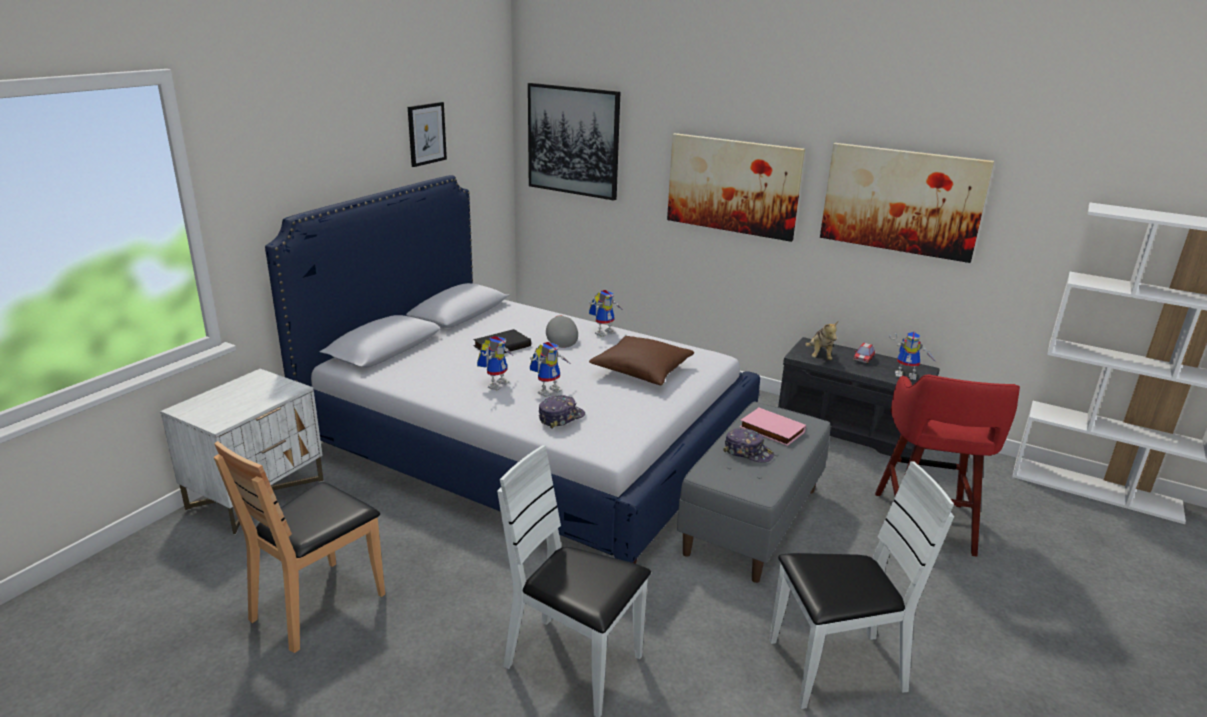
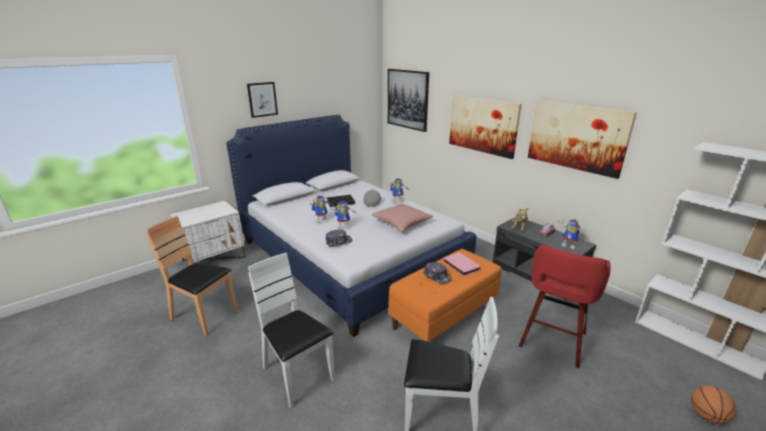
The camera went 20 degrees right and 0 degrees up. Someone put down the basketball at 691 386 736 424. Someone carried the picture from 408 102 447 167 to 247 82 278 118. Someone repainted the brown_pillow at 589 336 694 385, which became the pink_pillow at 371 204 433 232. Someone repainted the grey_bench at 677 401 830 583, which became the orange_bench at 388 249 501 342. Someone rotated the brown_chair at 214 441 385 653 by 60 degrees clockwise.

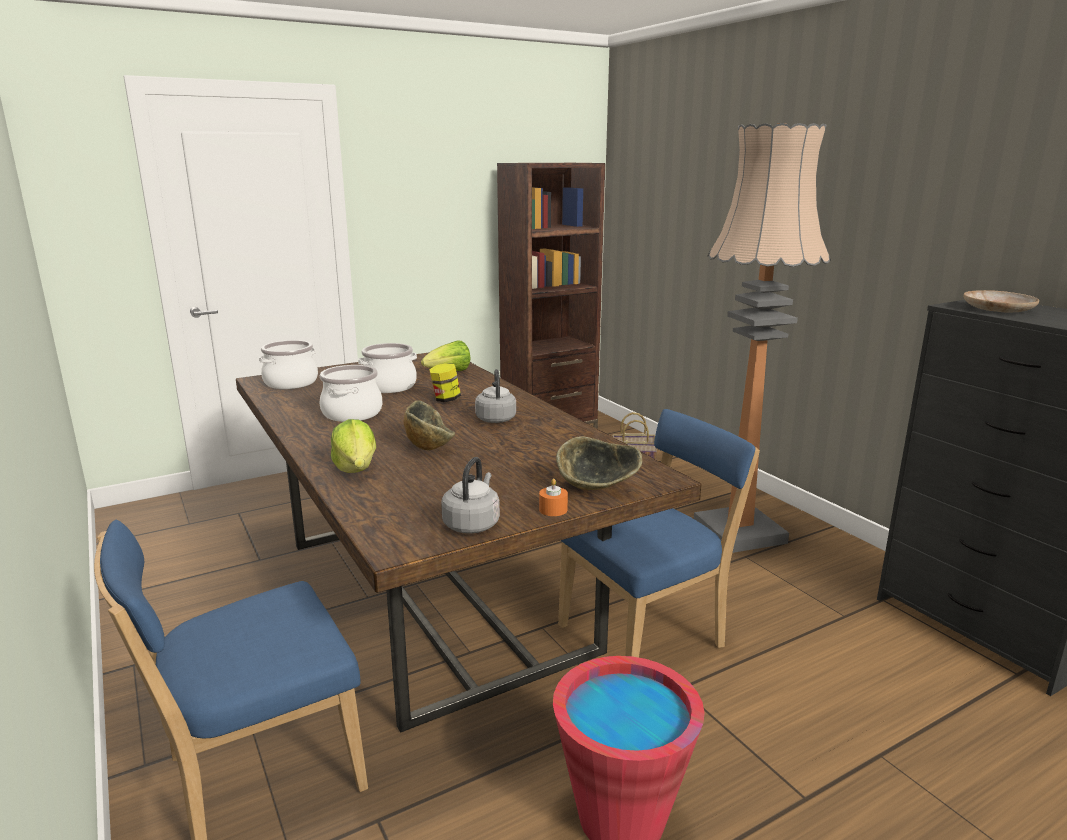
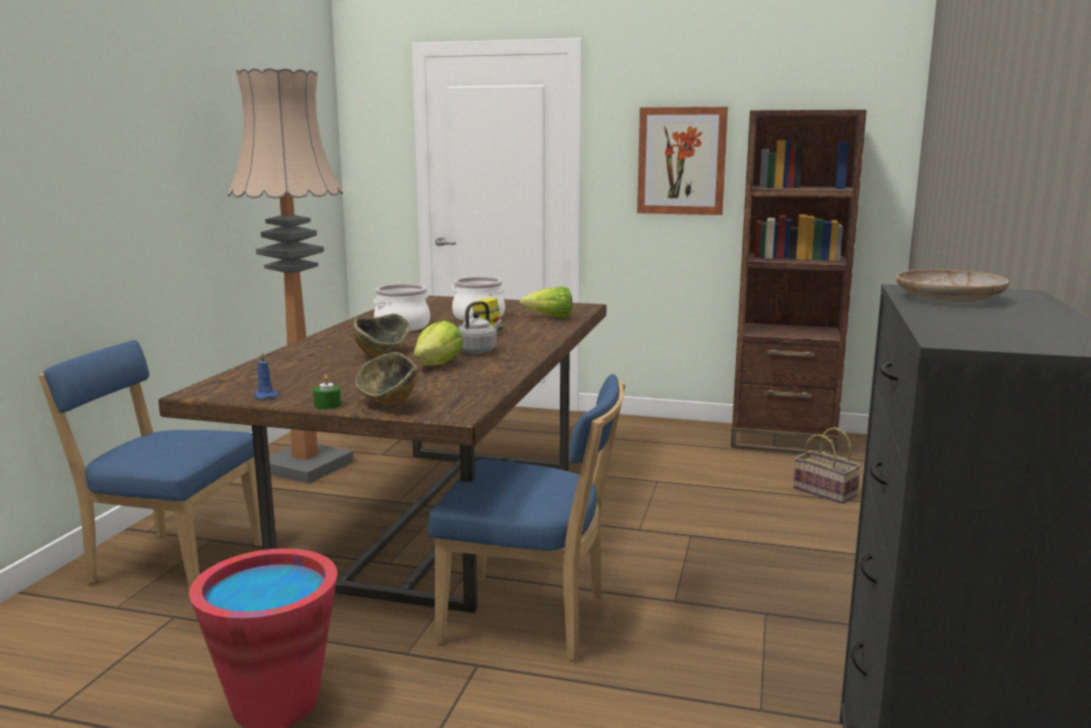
The camera went 45 degrees right and 5 degrees down. Someone took away the cooking_pot at 259 340 318 389. Someone put up the picture at 637 107 728 215. Someone carried the lettuce from 331 419 376 473 to 414 321 463 366. Someone carried the floor_lamp from 694 123 831 553 to 227 68 354 484. Someone swapped the grey_kettle at 441 457 500 534 for the blue_candle at 254 352 279 399. Someone repainted the orange_candle at 539 479 568 516, which became the green_candle at 313 375 341 409.

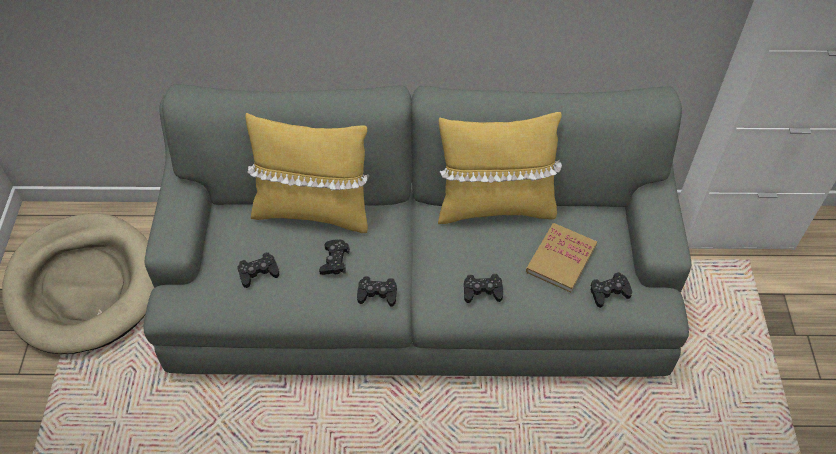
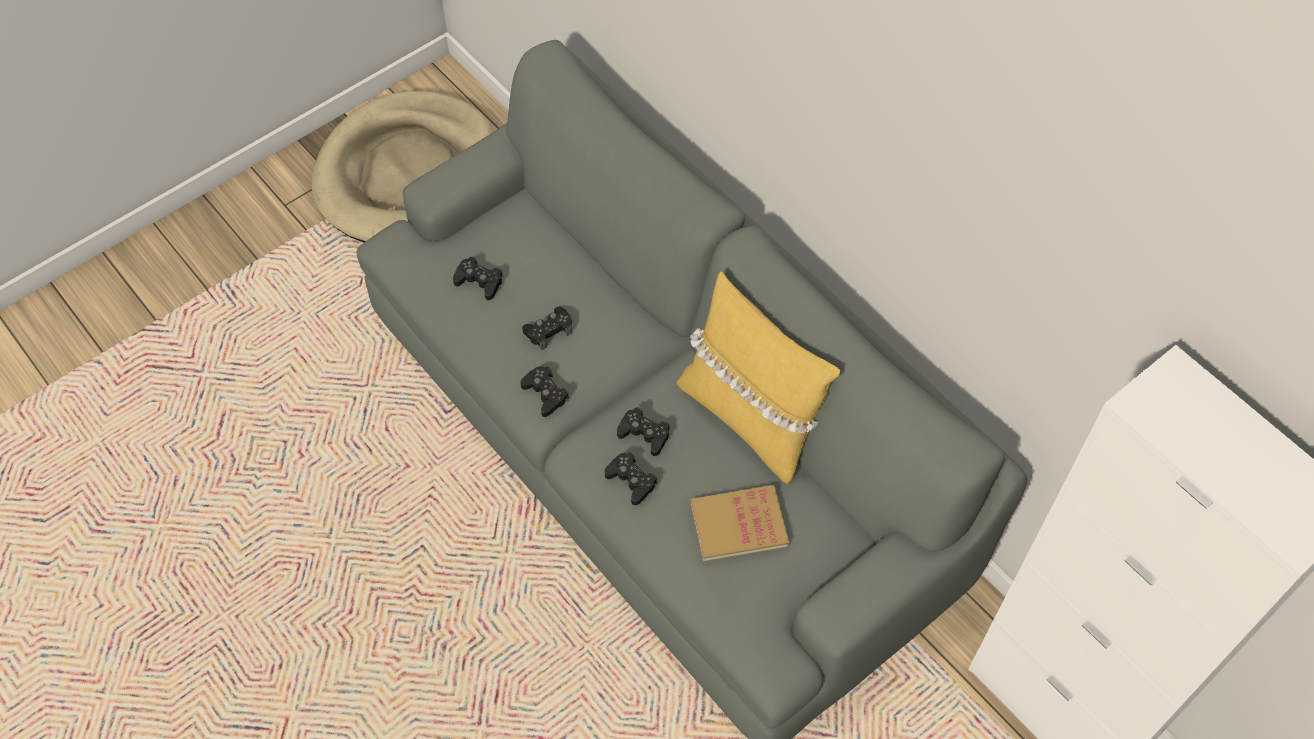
The camera went 50 degrees right and 5 degrees up. Someone took away the yellow_pillow at 245 113 369 233. Someone carried the black_game_controller from 591 272 632 308 to 617 407 670 456.

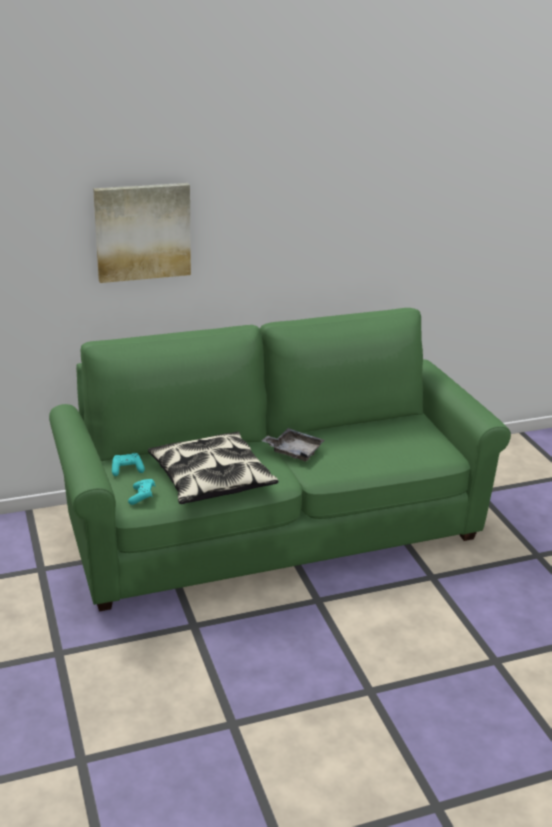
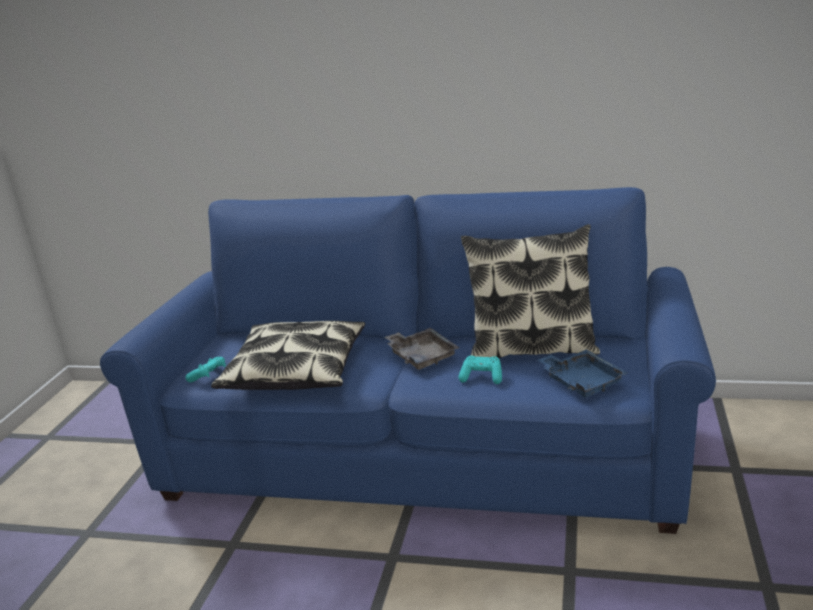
The camera went 35 degrees right and 5 degrees down. Someone took away the picture at 93 183 191 283. Someone put down the pillow at 461 224 600 358. Someone put down the blue_tray at 538 349 628 398. Someone carried the turquoise_game_controller from 112 453 145 476 to 459 355 502 384. Someone repainted the green_sofa at 49 308 511 612, which became the blue_sofa at 100 187 716 534.

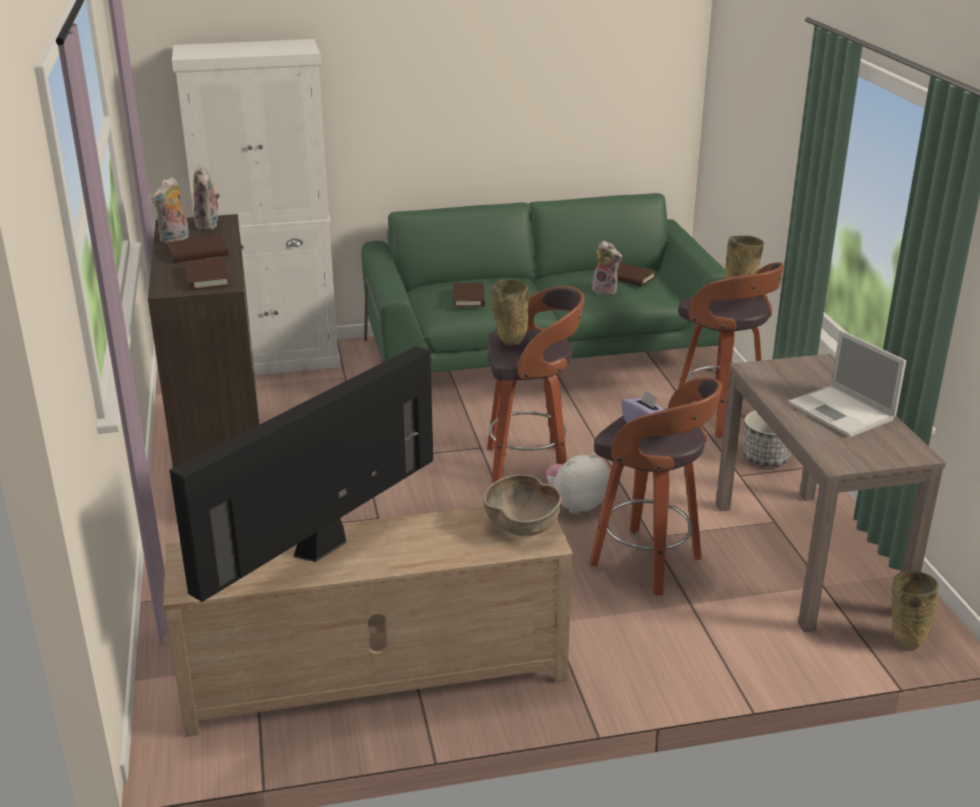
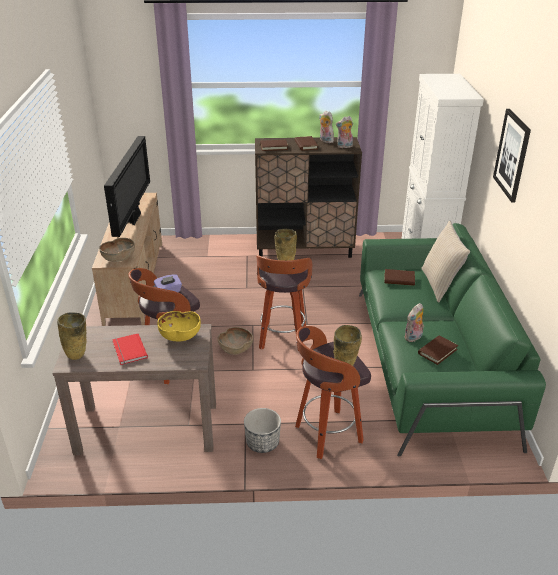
The camera went 100 degrees right and 5 degrees up. Someone put down the yellow_bowl at 157 311 201 342. Someone put down the beige_pillow at 421 221 470 303. Someone put up the picture at 493 109 531 203. Someone carried the beige_vase from 892 571 939 650 to 57 312 87 360. Someone swapped the plush_toy at 546 453 609 514 for the brown_bowl at 218 327 253 355. Someone swapped the laptop at 788 330 906 437 for the red_book at 112 334 148 365. Someone rotated the television at 170 346 433 602 by 45 degrees clockwise.

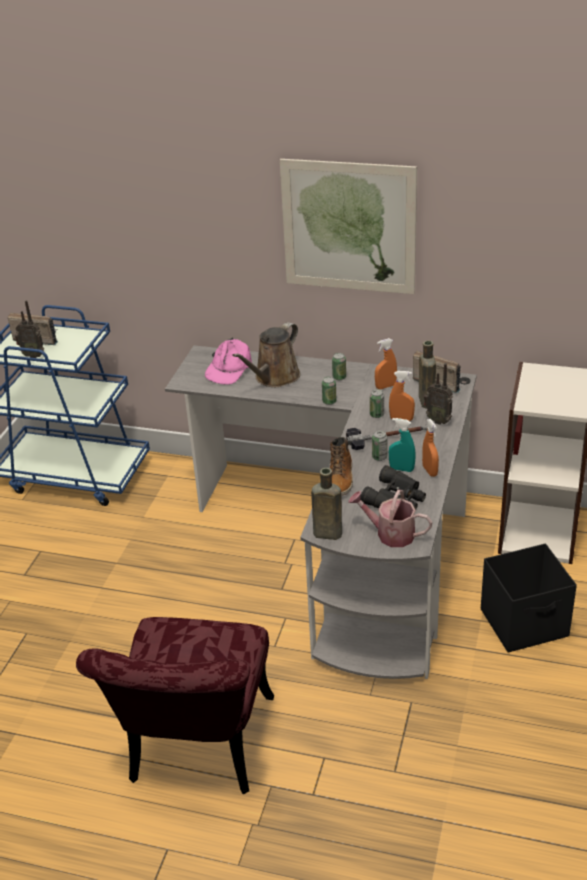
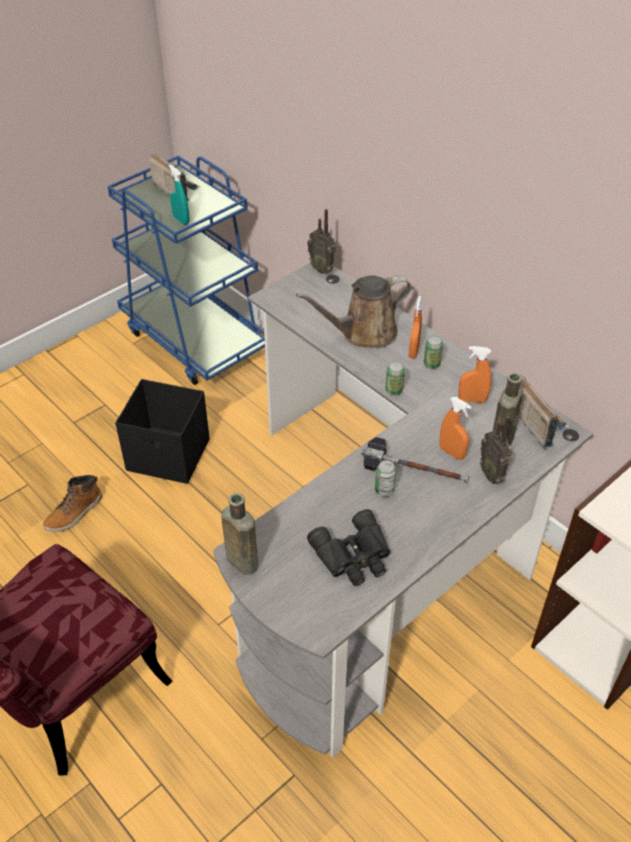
The camera went 30 degrees right and 10 degrees up. Someone took away the pink_cap at 205 338 252 385. Someone took away the picture at 280 159 417 294. Someone took away the watering_can at 348 490 432 547. Someone took away the can at 370 389 384 418. Someone carried the radio from 15 300 44 358 to 307 209 336 274. Someone carried the boot from 330 437 353 496 to 43 475 102 532. Someone carried the turquoise_spray_bottle from 389 418 416 472 to 169 165 190 225. Someone carried the orange_spray_bottle from 422 419 439 477 to 409 296 422 358. Someone carried the black_storage_box from 481 544 577 653 to 115 379 210 484.

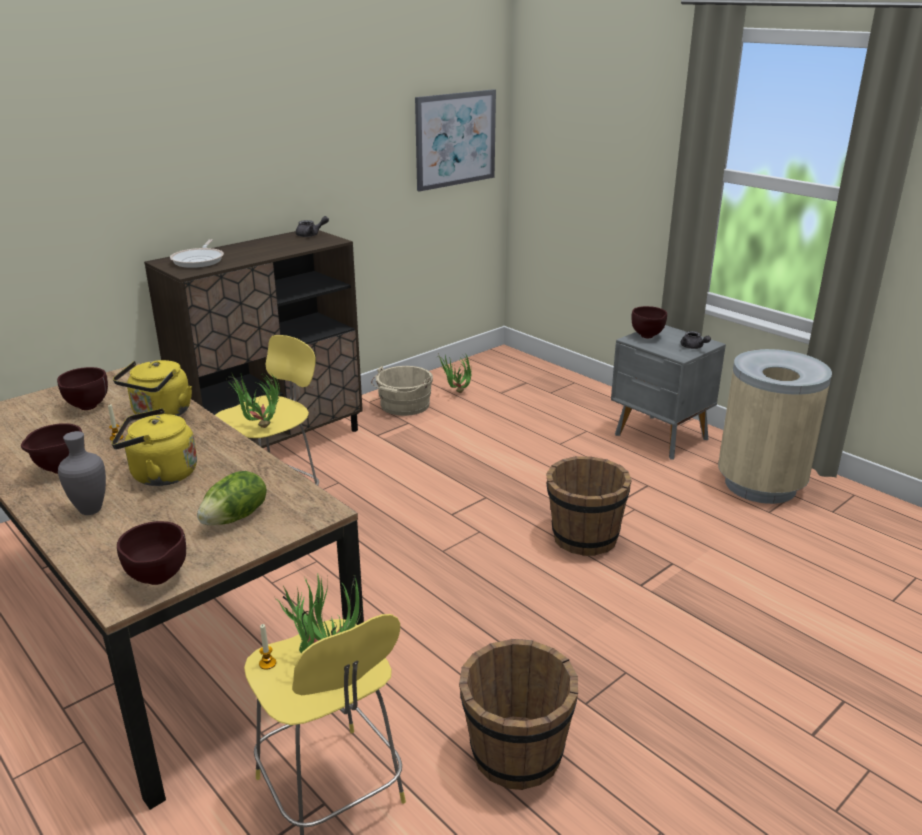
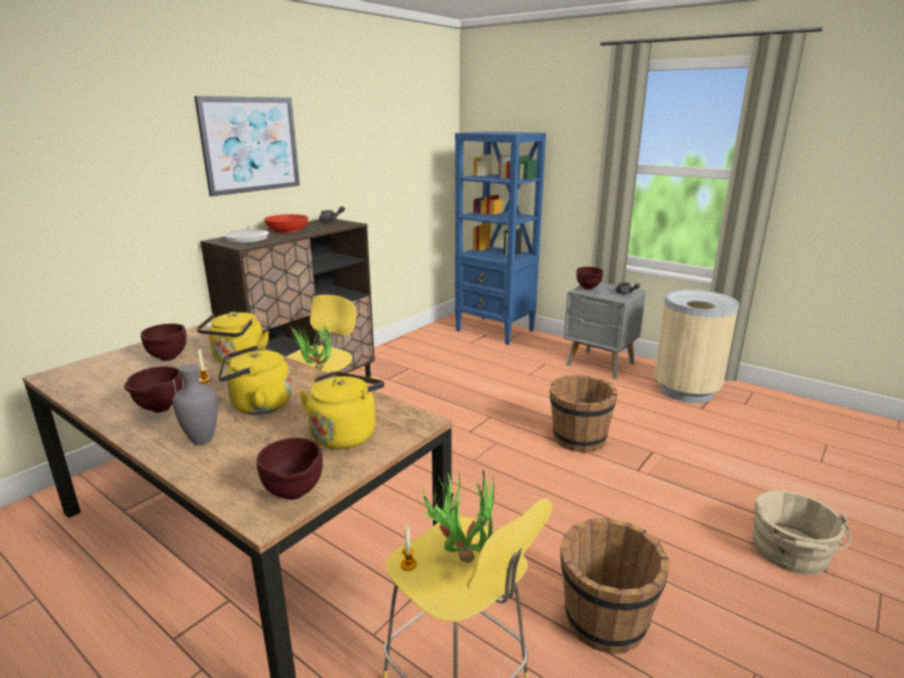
The camera went 10 degrees left and 5 degrees down. Someone took away the potted_plant at 437 353 472 393. Someone put down the red_bowl at 264 214 309 233. Someone put down the blue_bookcase at 455 131 546 345. Someone carried the beige_bucket from 371 366 433 416 to 753 490 851 574. Someone carried the picture from 415 89 496 192 to 194 96 300 197. Someone swapped the lettuce at 197 471 267 525 for the yellow_kettle at 299 371 384 449.

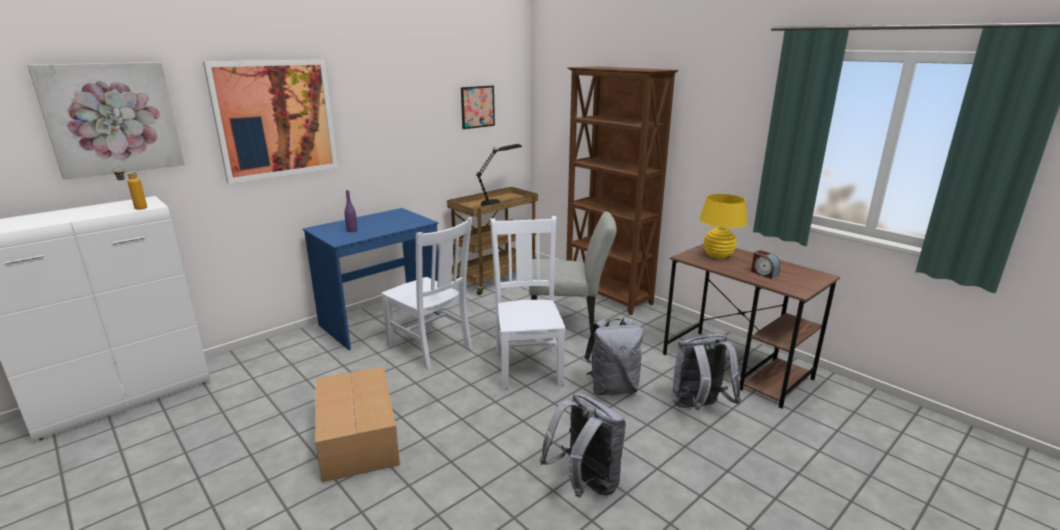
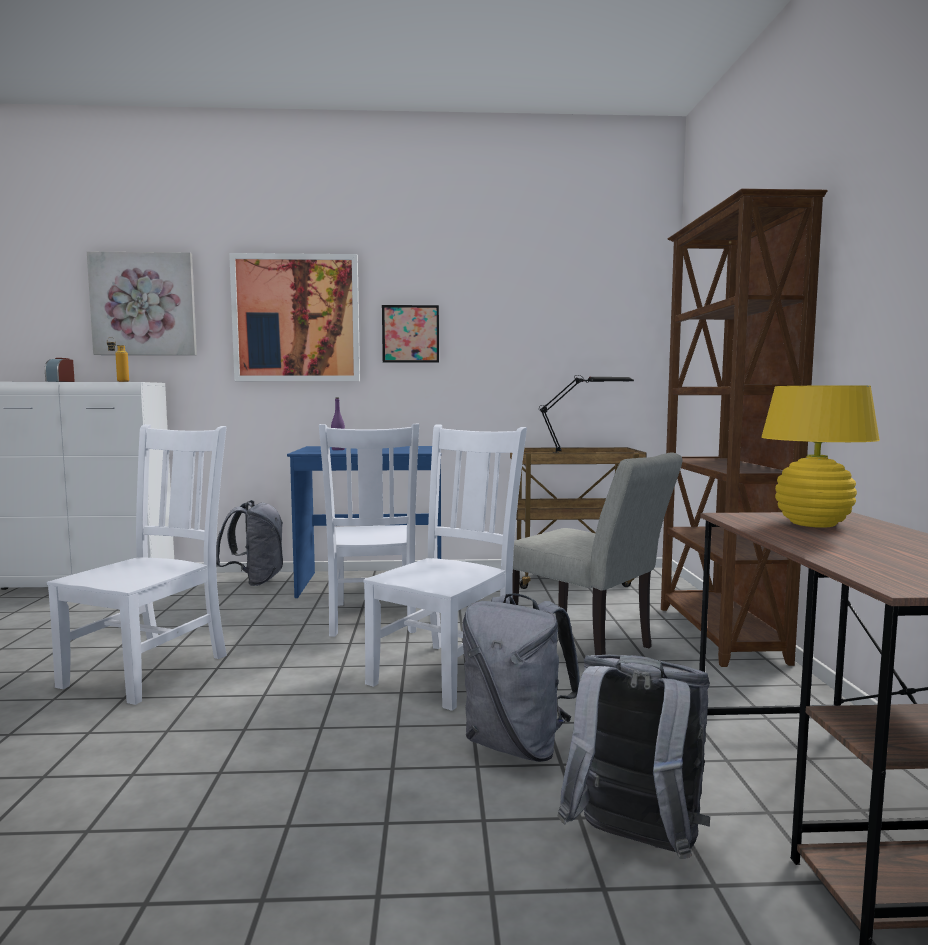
The camera went 40 degrees right and 15 degrees down. Someone carried the picture from 461 86 495 129 to 382 305 439 363. Someone carried the grey_backpack from 540 393 626 498 to 216 500 283 586. Someone carried the alarm_clock from 751 250 780 279 to 45 358 75 382. Someone swapped the cardboard_box at 315 367 400 483 for the white_chair at 47 424 227 705.

